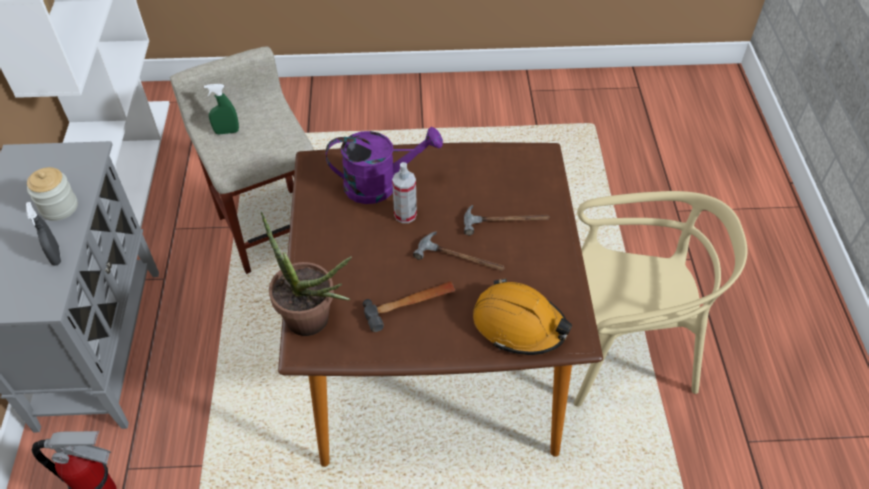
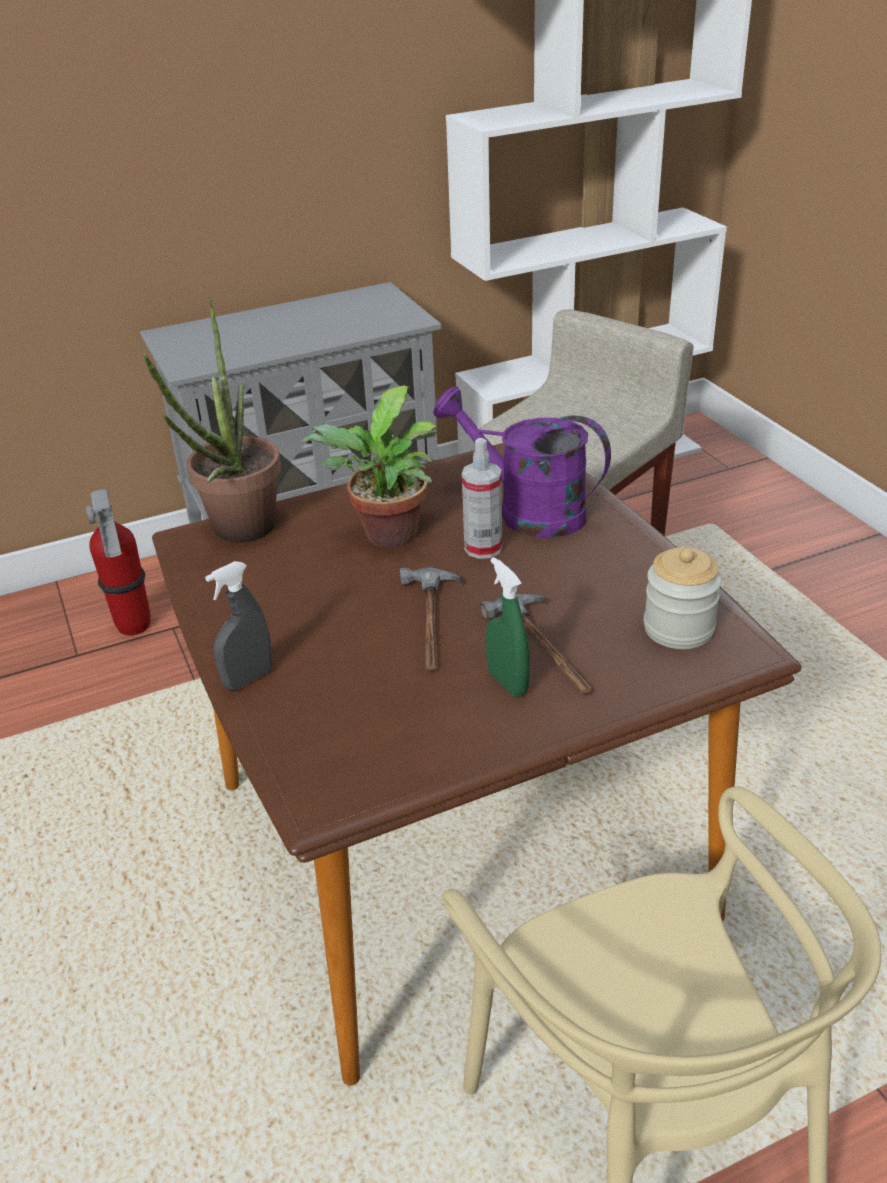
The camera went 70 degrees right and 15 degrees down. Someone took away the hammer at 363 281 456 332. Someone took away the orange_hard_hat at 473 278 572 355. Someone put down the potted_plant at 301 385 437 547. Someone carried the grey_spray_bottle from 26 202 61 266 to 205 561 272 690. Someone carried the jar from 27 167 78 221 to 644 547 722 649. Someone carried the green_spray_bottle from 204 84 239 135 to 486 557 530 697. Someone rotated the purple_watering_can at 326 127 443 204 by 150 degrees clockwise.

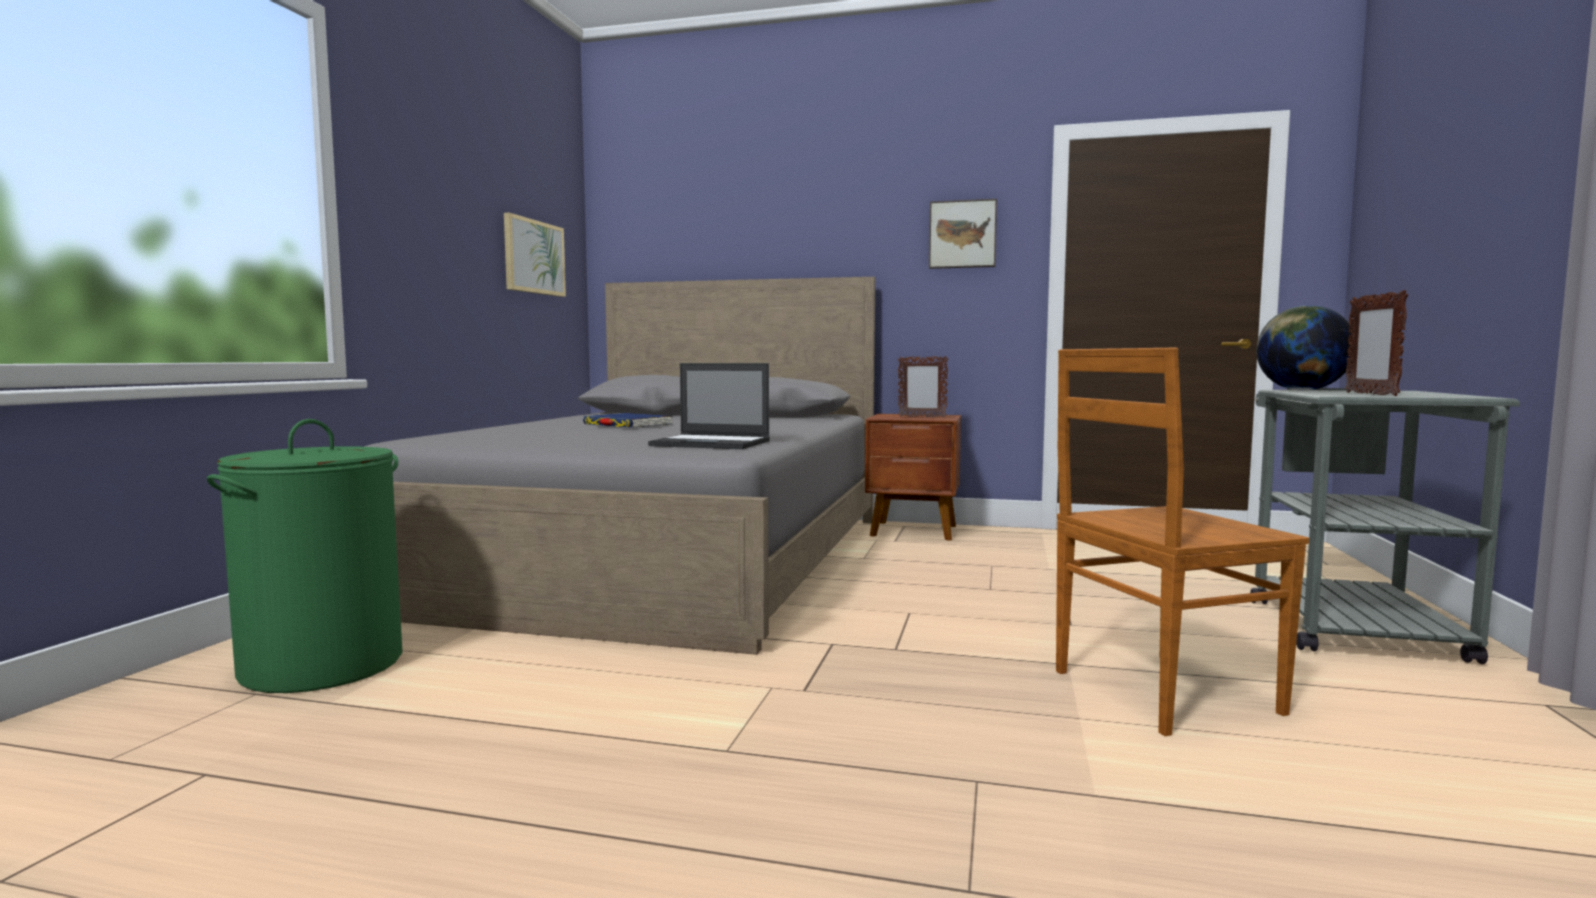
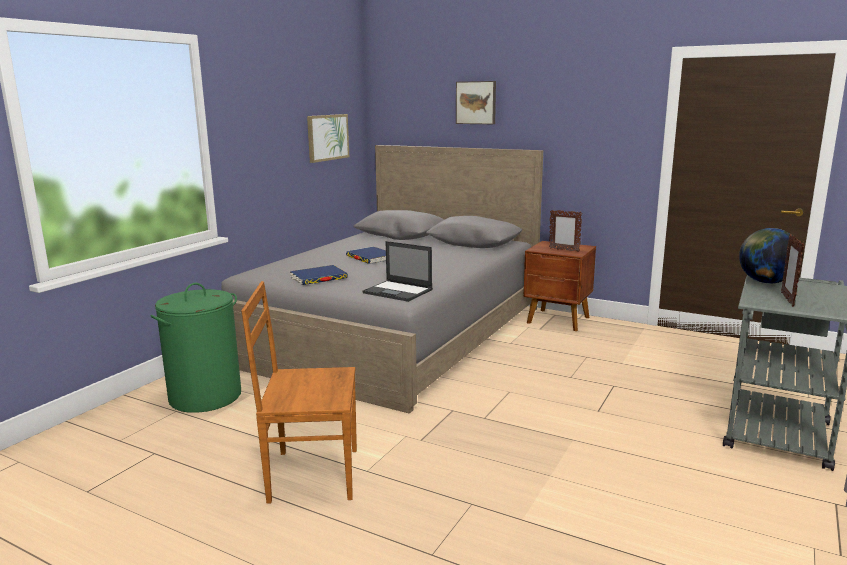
The camera went 15 degrees right and 10 degrees up. Someone put down the blue_book at 290 265 348 285. Someone carried the picture from 929 199 997 269 to 456 81 496 124. Someone carried the brown_chair from 1056 348 1309 736 to 241 281 357 504.

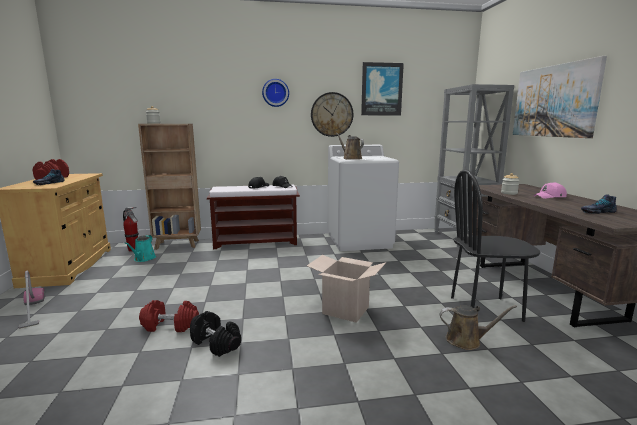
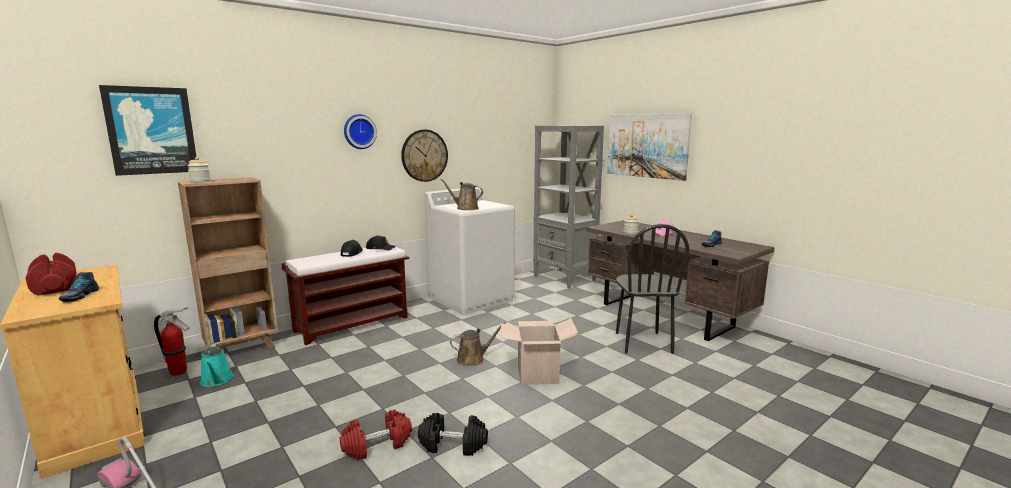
The camera went 30 degrees left and 0 degrees up. Someone carried the picture from 361 62 404 115 to 99 85 196 176. Someone carried the brown_watering_can from 440 305 517 350 to 450 322 506 366. Someone rotated the black_chair at 451 169 540 322 by 60 degrees counterclockwise.

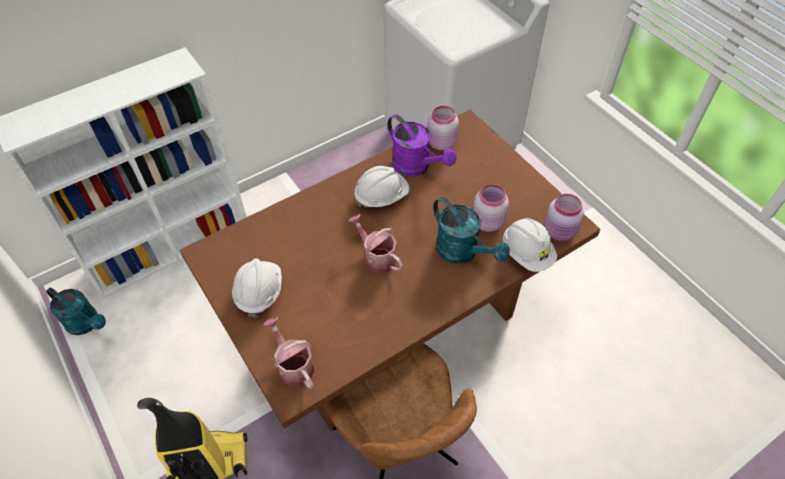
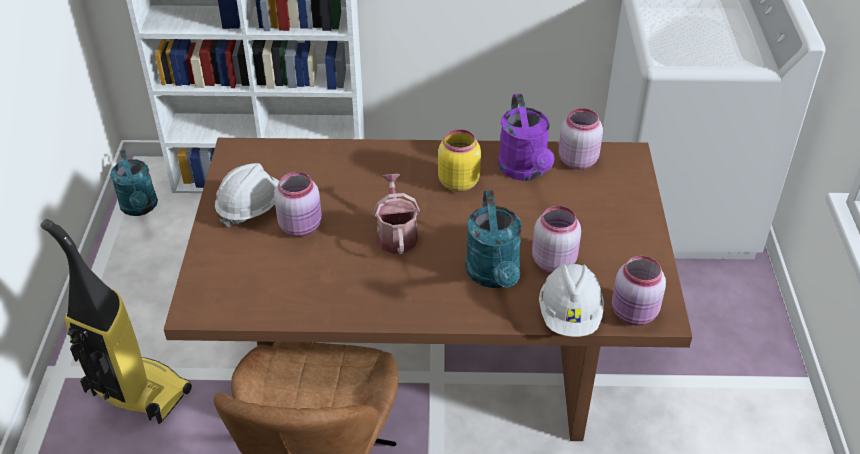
The camera went 35 degrees right and 10 degrees down. Someone took away the watering_can at 264 317 315 389. Someone put down the pink_jar at 274 172 322 237. Someone swapped the white_hard_hat at 354 166 410 208 for the yellow_jar at 438 129 481 192.

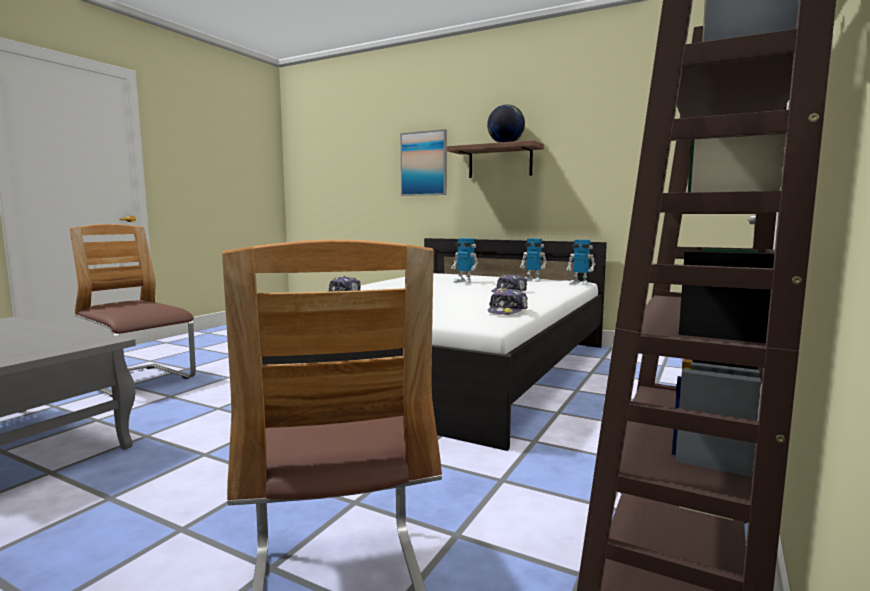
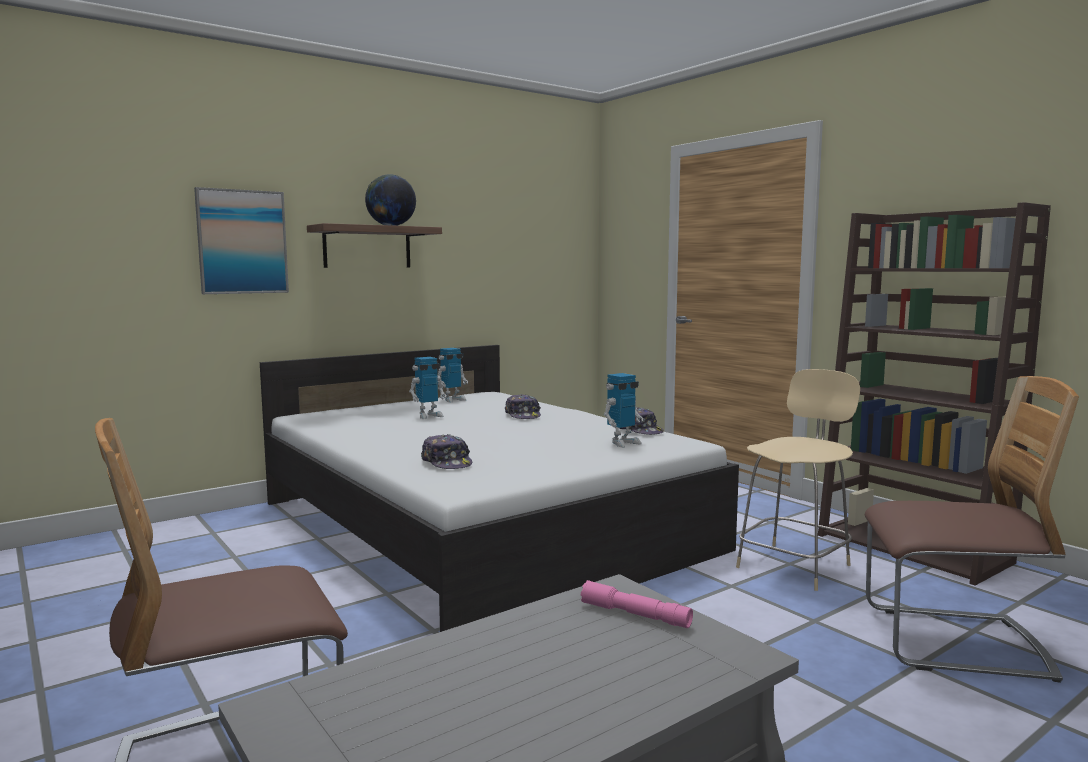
The camera went 65 degrees left and 0 degrees up. Someone put down the pink_flashlight at 581 580 693 628. Someone put down the beige_chair at 736 369 860 591. Someone carried the toy_robot from 566 240 595 285 to 604 373 643 448.

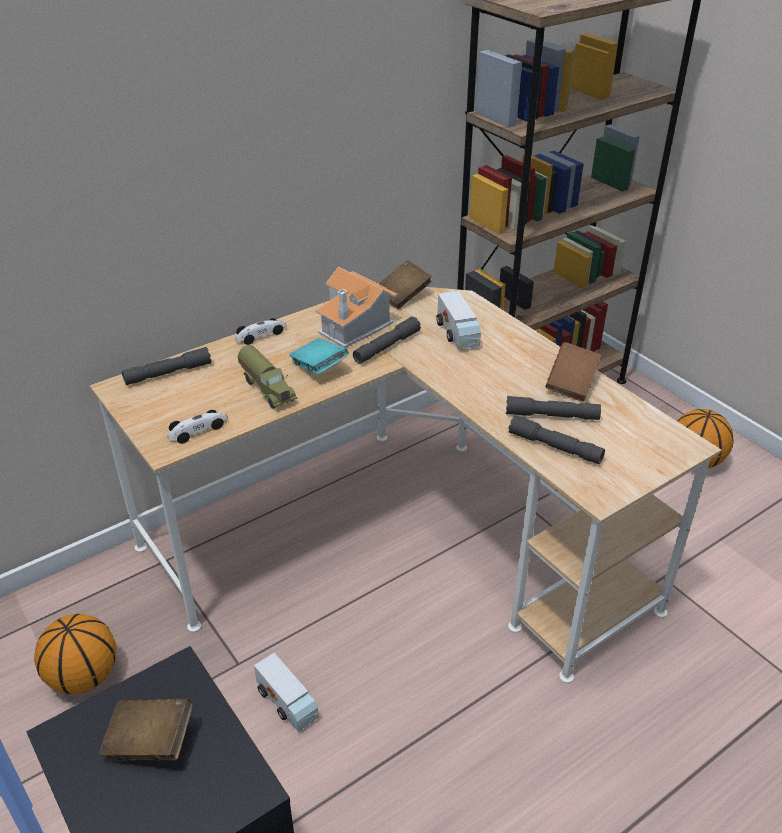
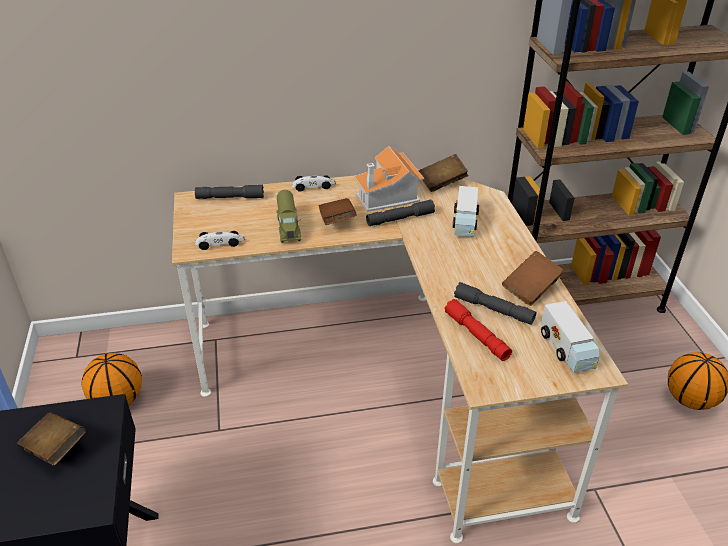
The camera went 25 degrees right and 0 degrees up. Someone carried the toy_truck from 254 653 318 731 to 541 301 599 373. Someone repainted the turquoise_book at 289 338 349 375, which became the brown_book at 319 198 357 225. Someone repainted the grey_flashlight at 508 415 605 464, which became the red_flashlight at 444 299 512 361.

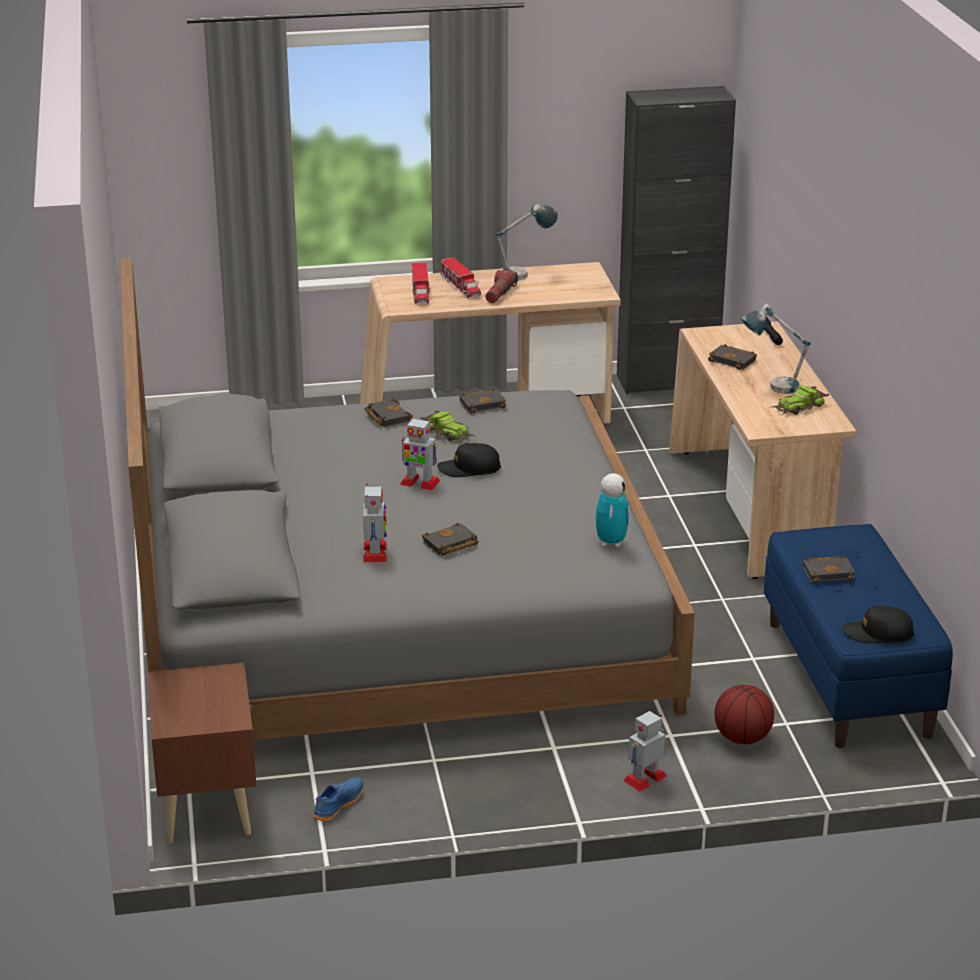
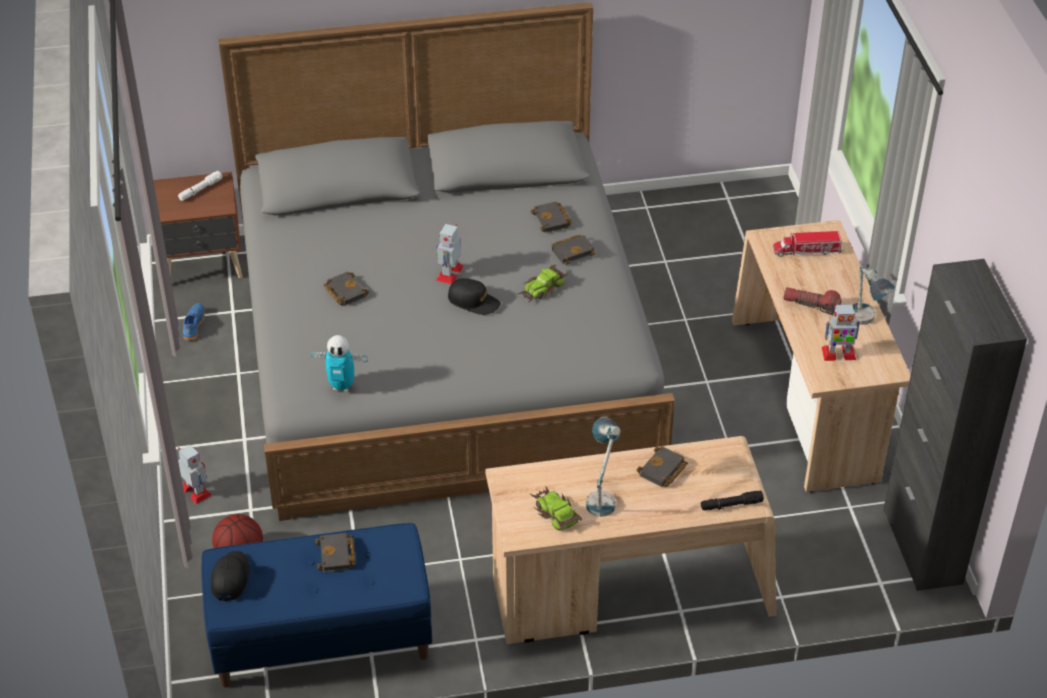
The camera went 90 degrees right and 15 degrees up. Someone took away the toy_truck at 441 258 481 298. Someone put down the white_flashlight at 178 171 223 201. Someone carried the toy_robot from 363 483 387 562 to 822 304 860 361. Someone carried the black_book from 460 388 506 413 to 531 202 572 233. Someone rotated the blue_shoe at 314 777 363 821 by 120 degrees counterclockwise. Someone rotated the black_cap at 437 443 501 477 by 120 degrees clockwise.

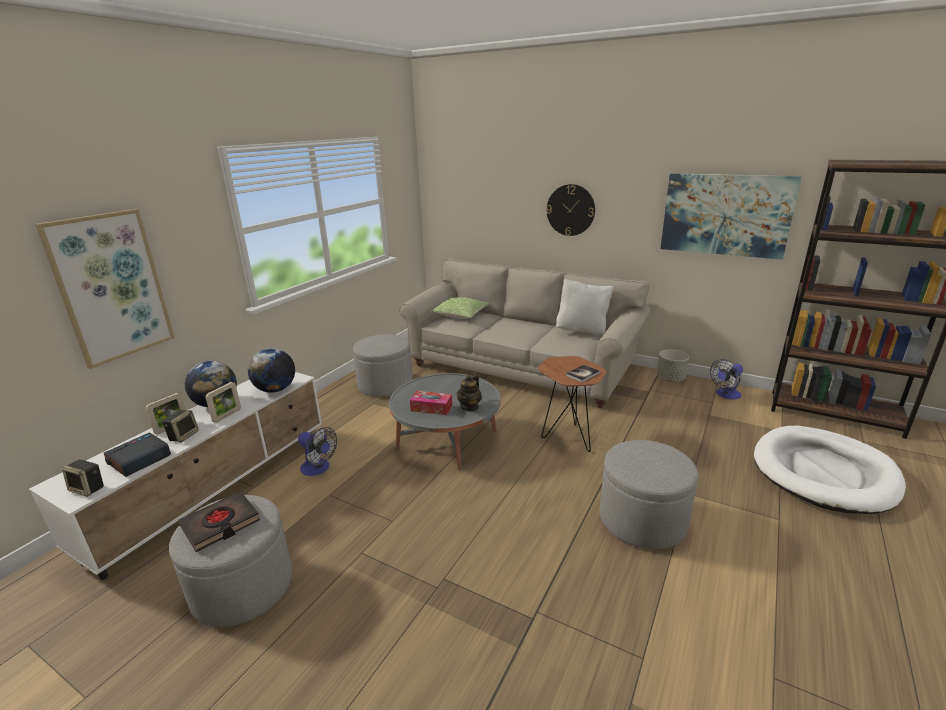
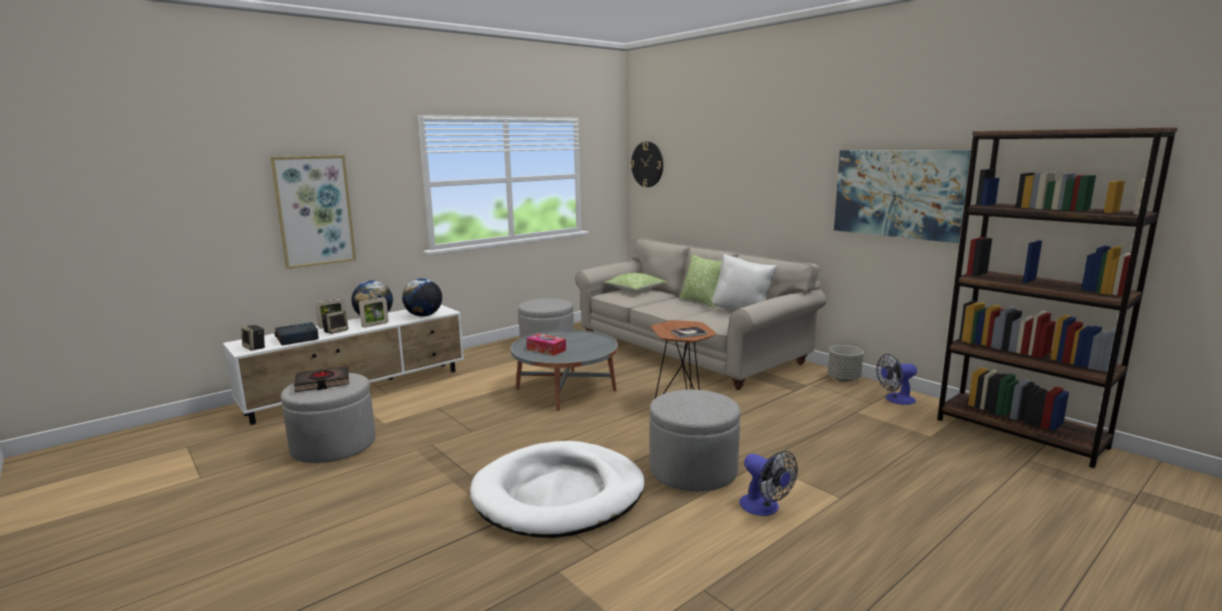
The camera went 20 degrees right and 10 degrees down. Someone took away the teapot at 457 375 482 412. Someone put down the pillow at 679 254 722 308. Someone carried the fan from 298 427 337 476 to 739 451 798 516. Someone carried the wall_clock from 546 184 595 236 to 630 142 663 187. Someone carried the white_dog_bed from 754 426 906 514 to 470 441 645 538.

